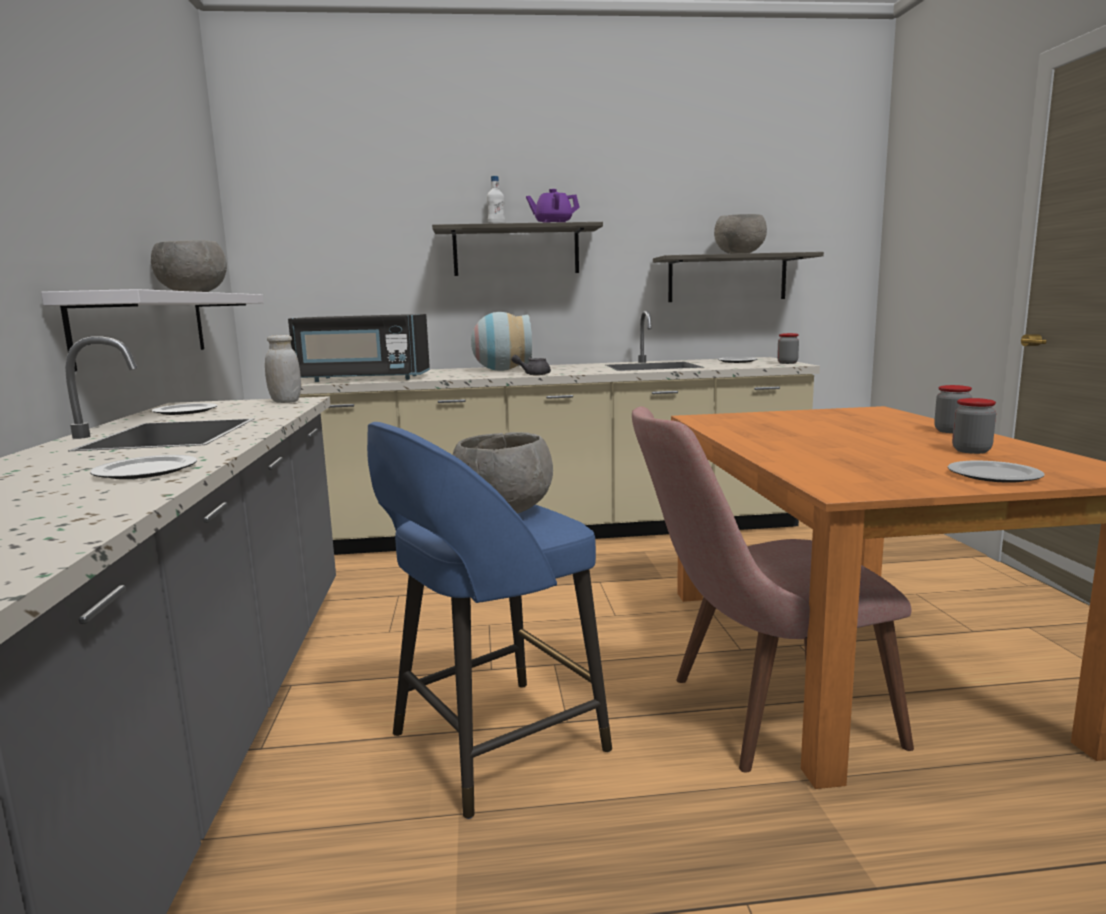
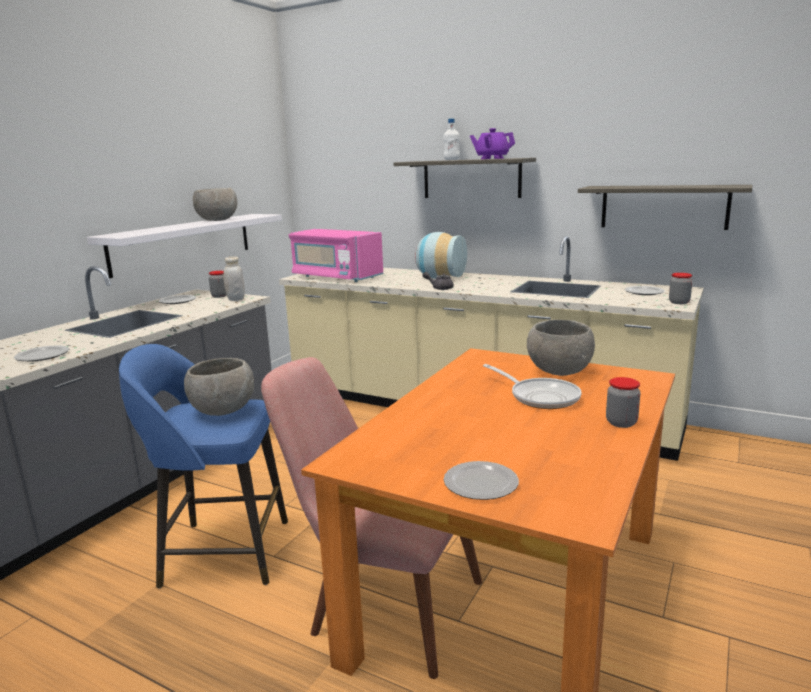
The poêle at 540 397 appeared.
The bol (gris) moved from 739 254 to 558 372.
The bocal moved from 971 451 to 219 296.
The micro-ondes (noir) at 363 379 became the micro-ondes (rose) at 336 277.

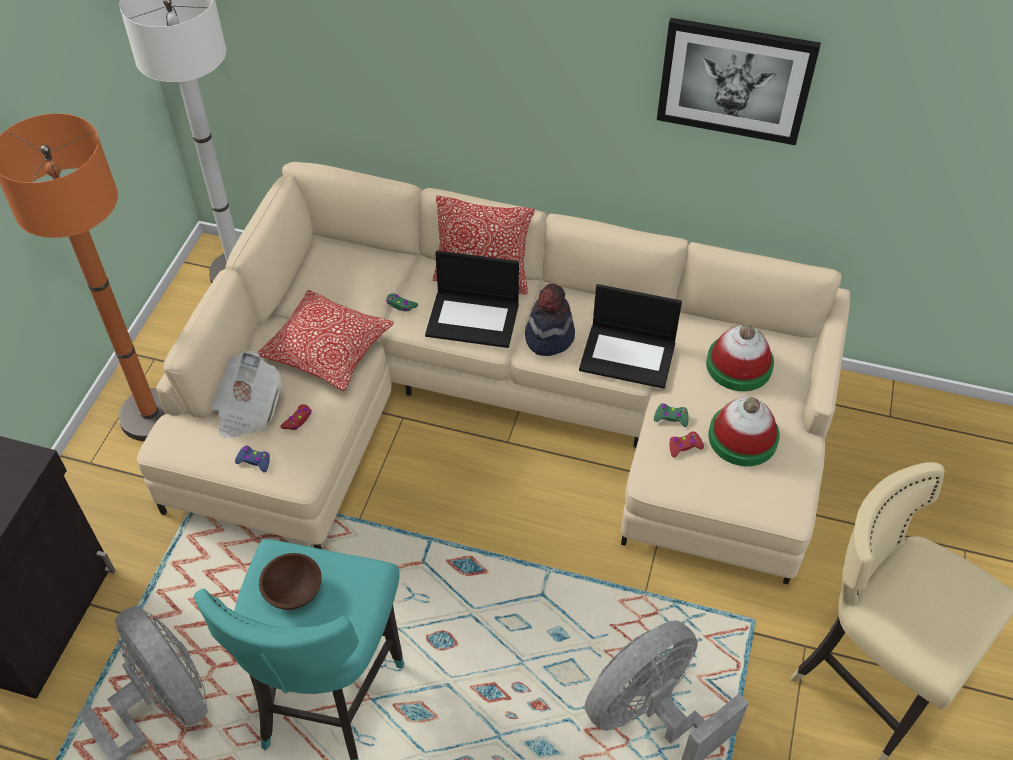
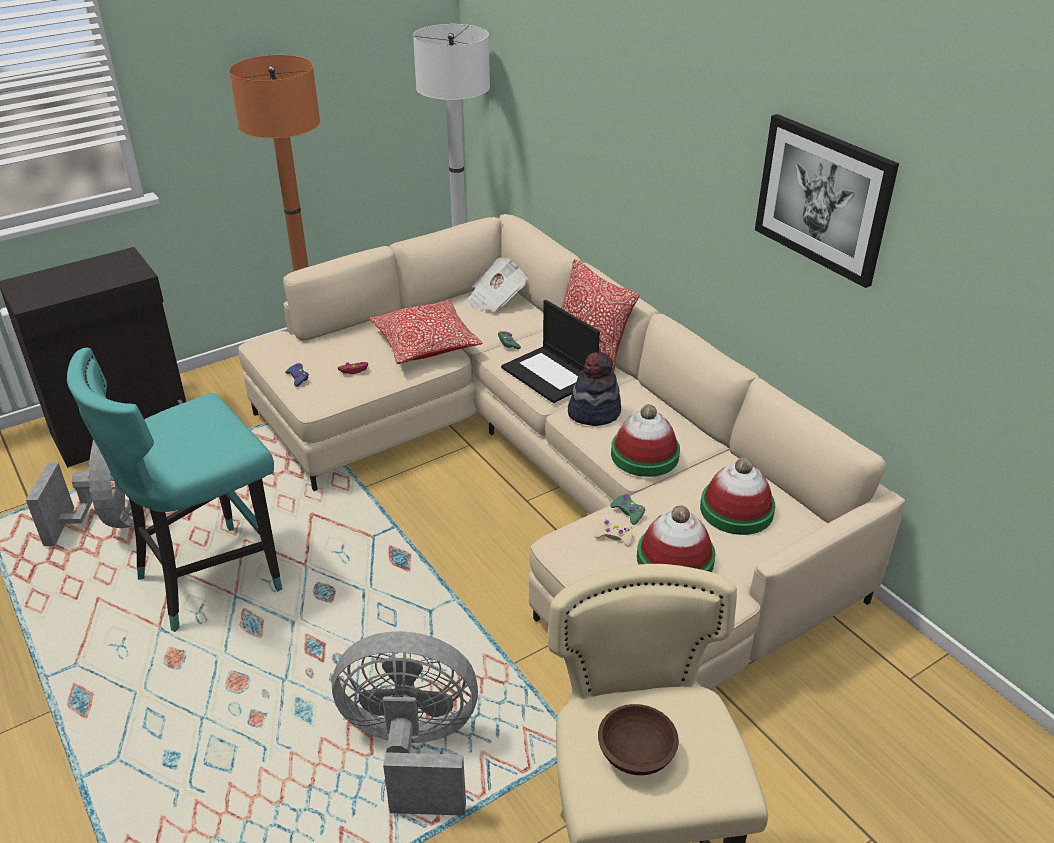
The journal moved from 246 409 to 495 299.
The bol (marron) moved from 292 590 to 635 753.
The ordinateur portable at 629 355 was replaced by the chapeau at 644 455.
The manette (rouge) at 684 446 became the manette (beige) at 614 536.

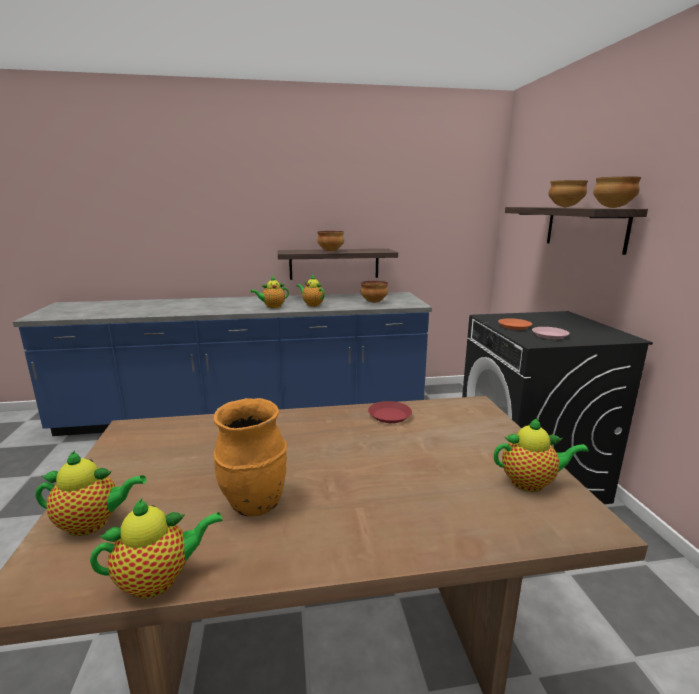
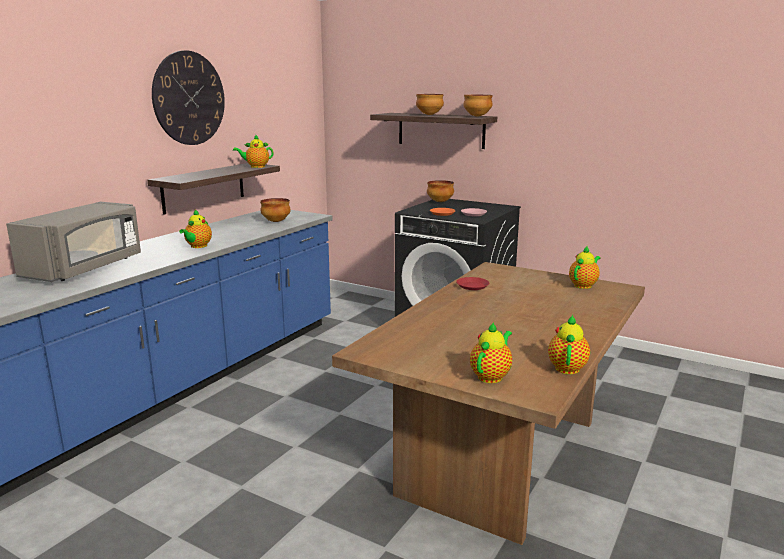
The vase (orange) at 254 503 disappeared.
The micro-ondes (gris) at 85 268 appeared.
The horloge murale at 189 98 appeared.
The théière moved from 312 304 to 256 166.
The bol moved from 331 251 to 440 202.

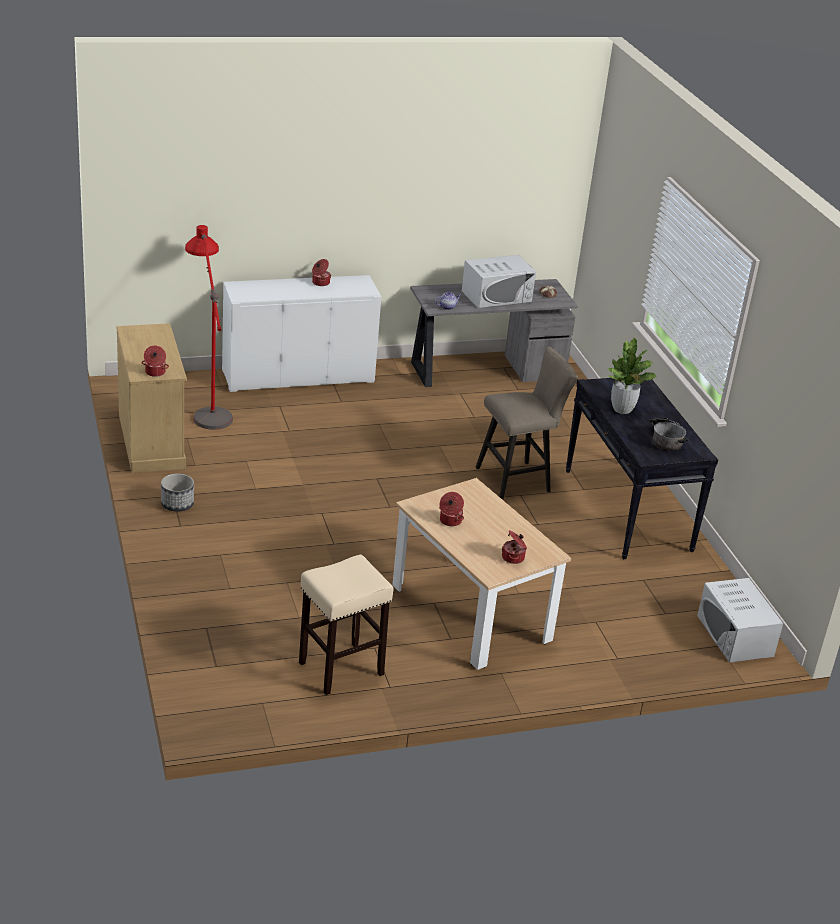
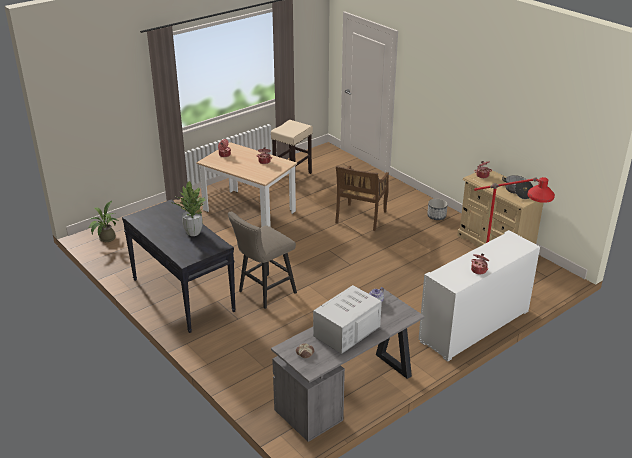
The chaise (marron) at 361 218 appeared.
The marmite moved from 665 440 to 517 192.
The micro-ondes (blanc) at 735 636 was replaced by the plante en pot at 105 239.

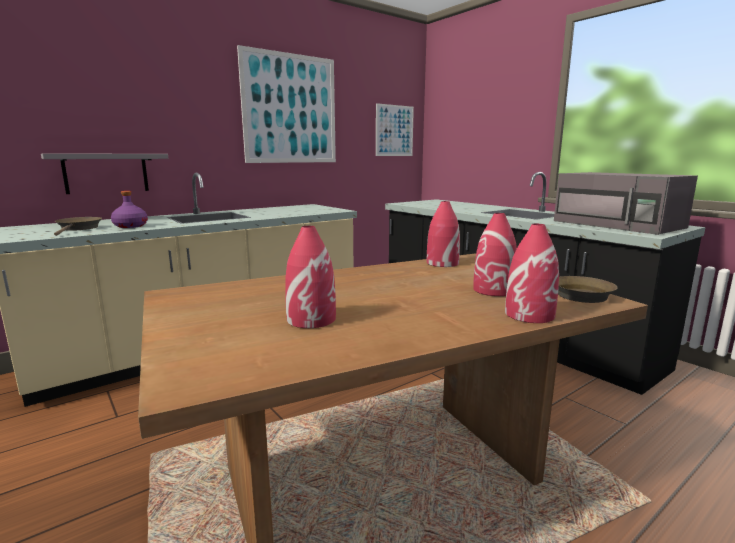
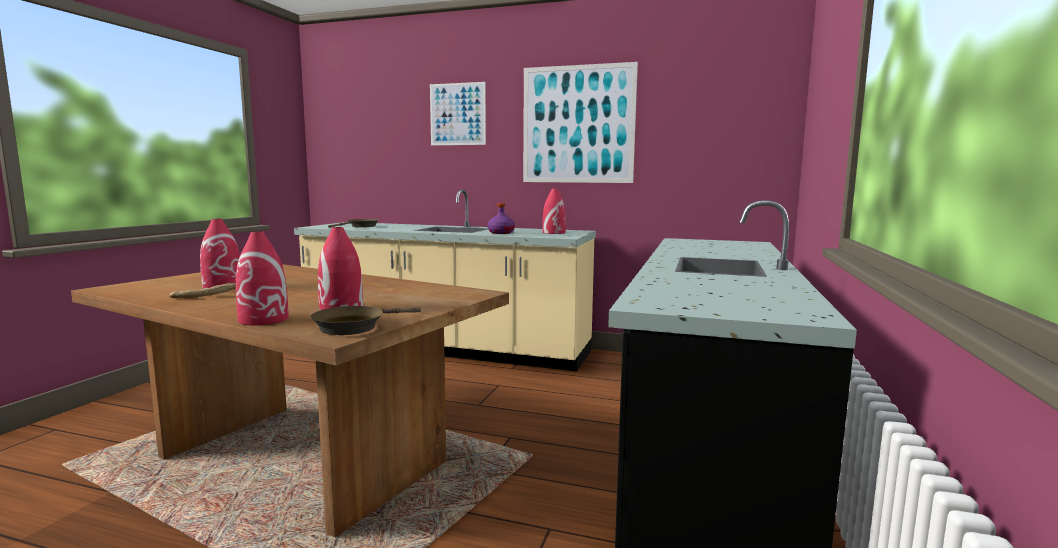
The étagère (gris) at 106 173 disappeared.
The micro-ondes (gris) at 618 224 disappeared.
The pain at 204 296 appeared.
The bouteille (violet) moved from 130 226 to 500 233.
The tableau moved from 394 130 to 457 114.
The vase (rouge) moved from 442 263 to 553 232.

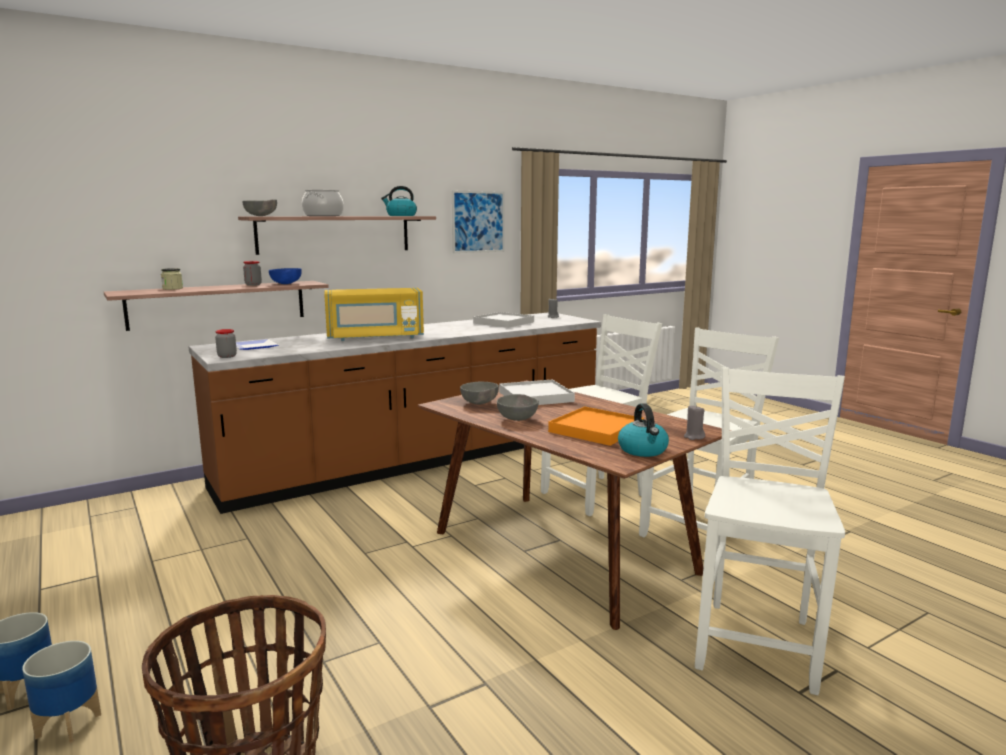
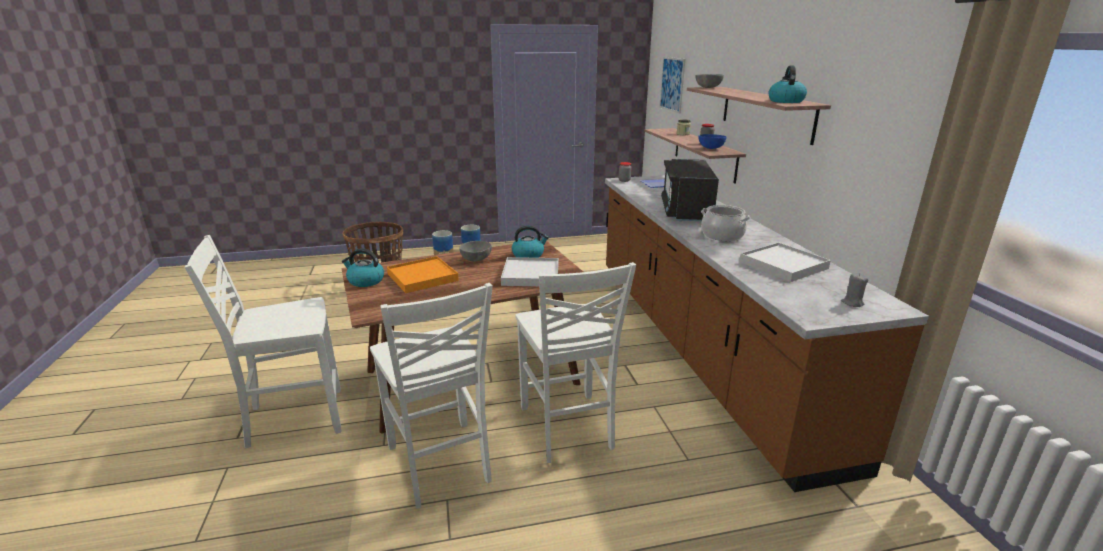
The bougie (gris) at 694 437 disappeared.
The marmite moved from 323 216 to 722 235.
The tableau moved from 478 222 to 672 84.
The bol (gris) at 479 403 was replaced by the bouilloire at 528 255.
The micro-ondes (jaune) at 375 337 became the micro-ondes (noir) at 686 211.
The chaise (blanc) at 758 643 turned 120 degrees clockwise.

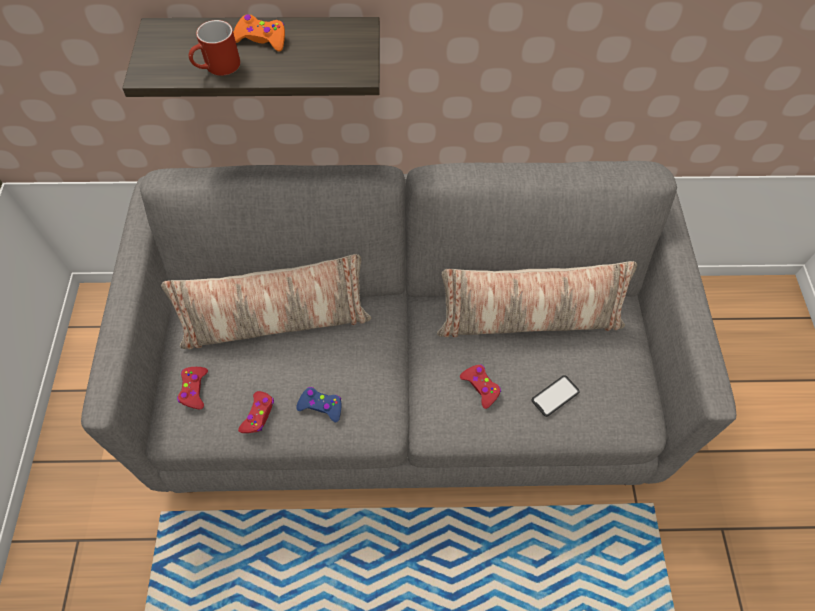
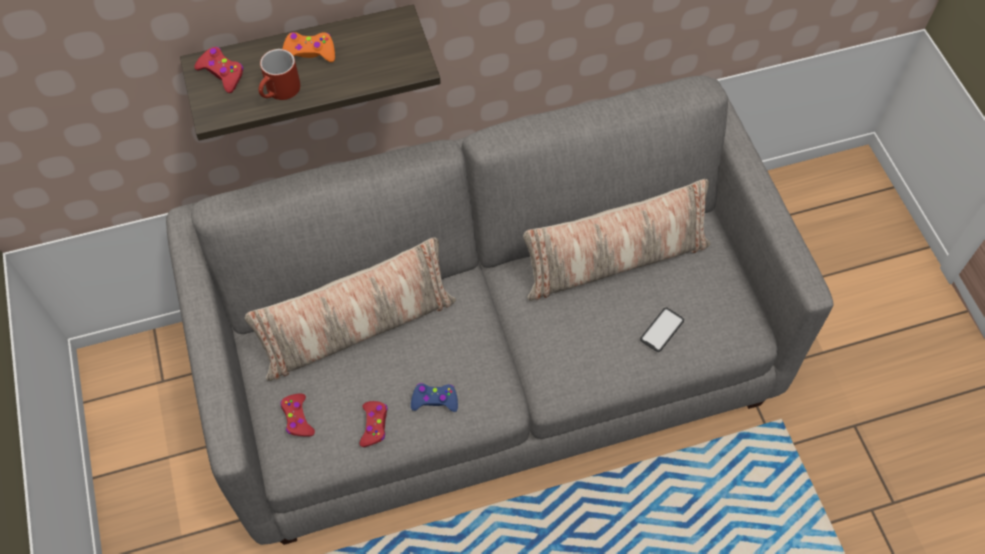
The manette (rouge) moved from 480 387 to 222 73.

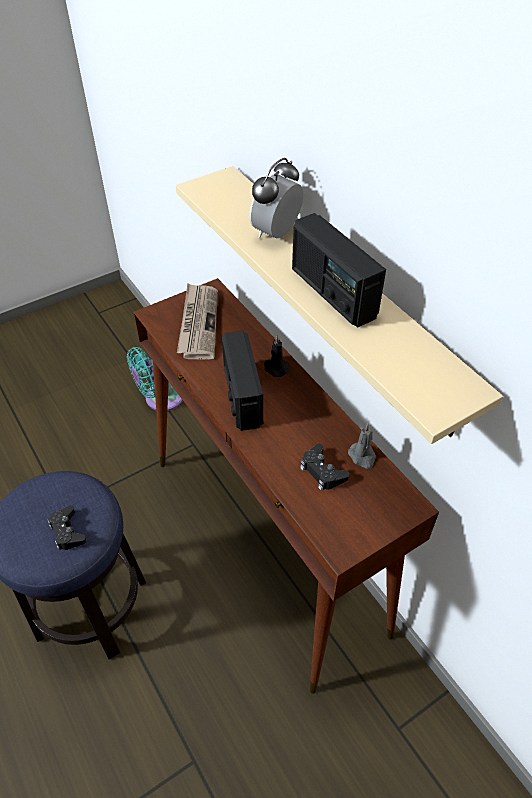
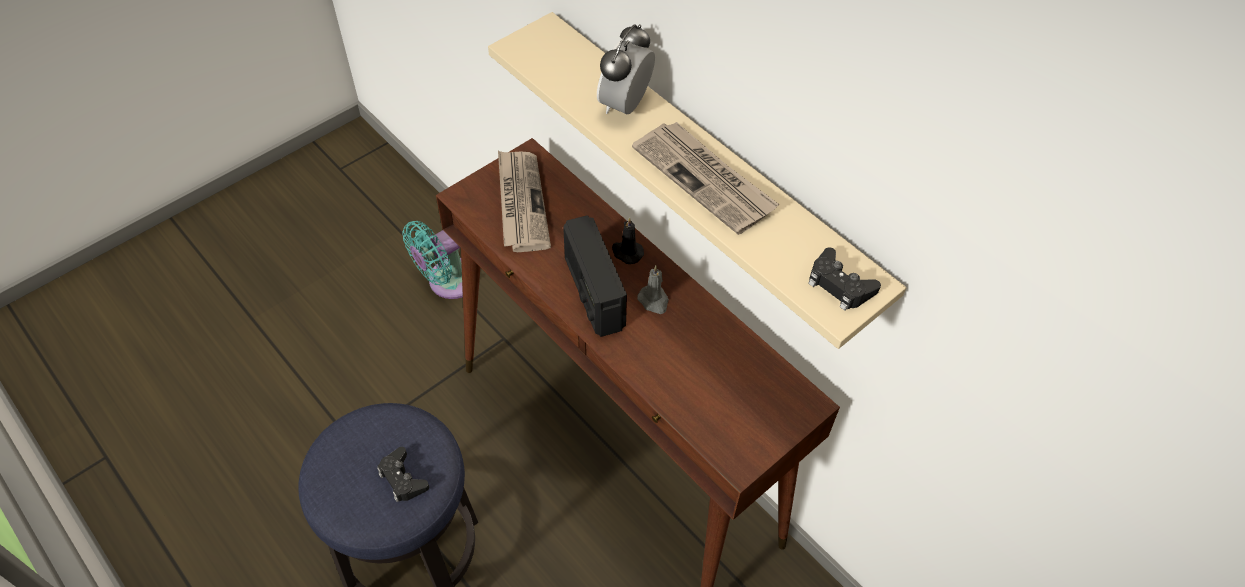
The manette (noir) moved from 322 471 to 839 285.
The bougie (gris) moved from 362 456 to 654 301.
The radio at 332 293 was replaced by the journal at 705 179.

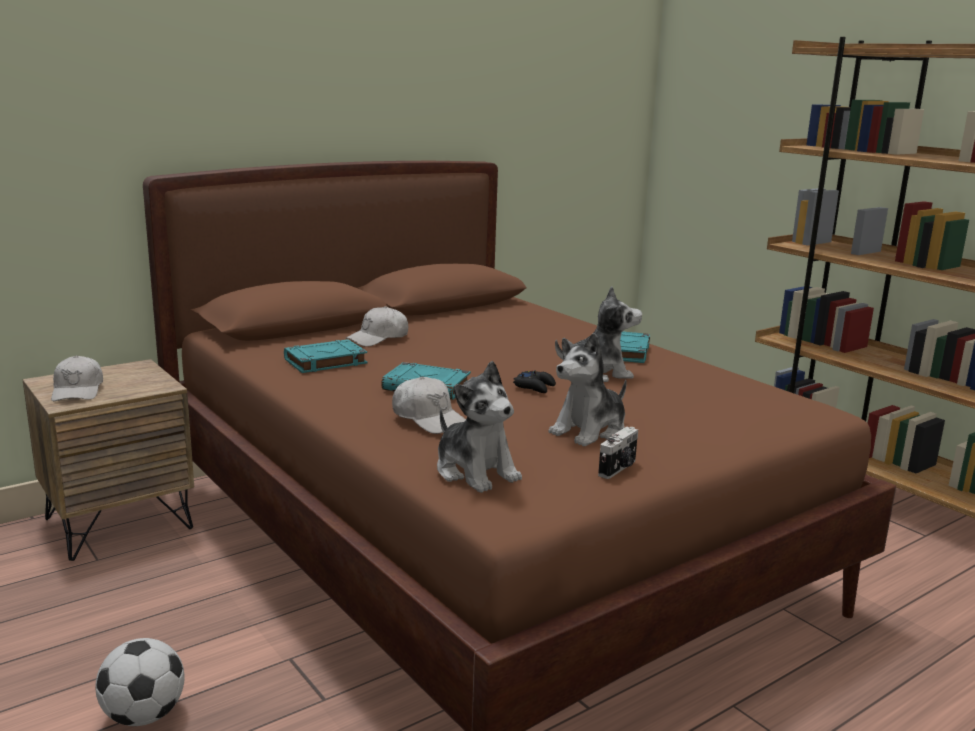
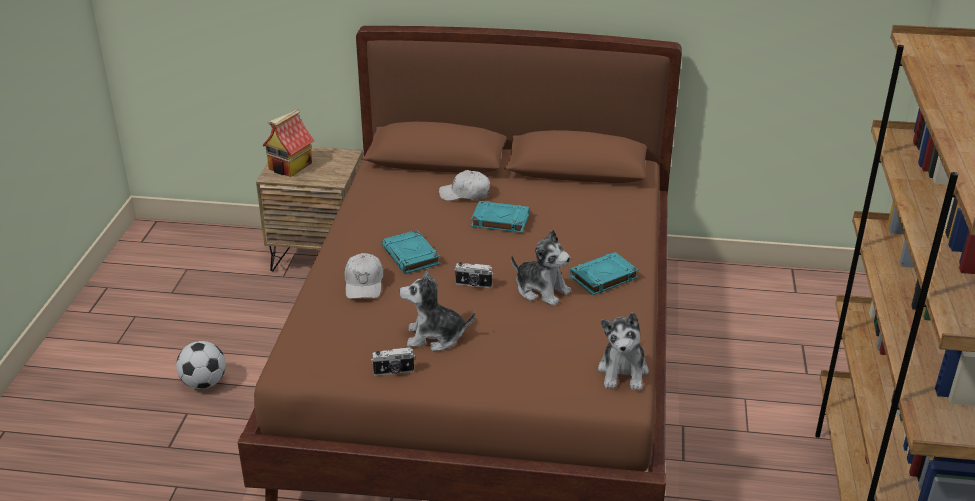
The livre (turquoise) moved from 325 362 to 499 220.
The peluche moved from 475 472 to 623 372.
The casquette (blanc) at 78 391 was replaced by the maison miniature at 290 166.
The manette (noir) at 535 387 was replaced by the appareil photo at 473 284.

